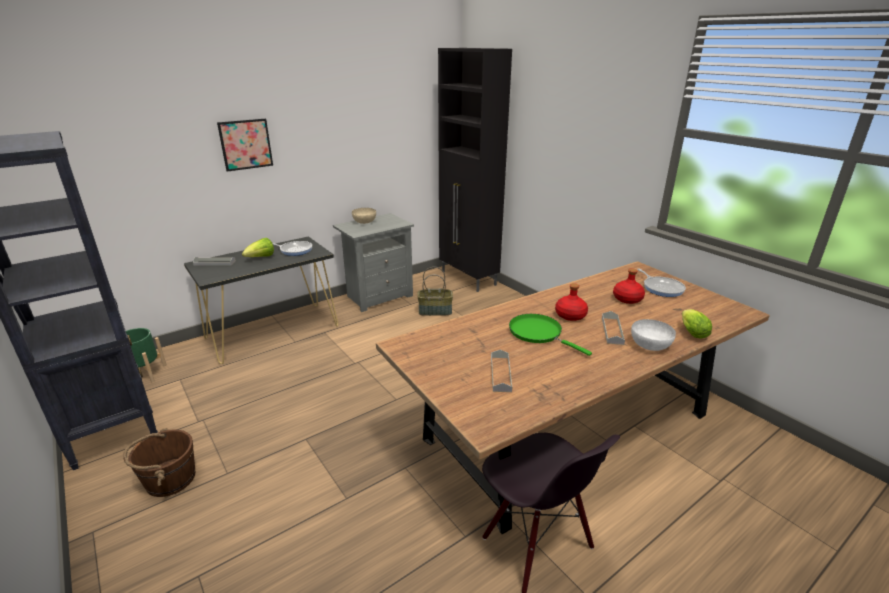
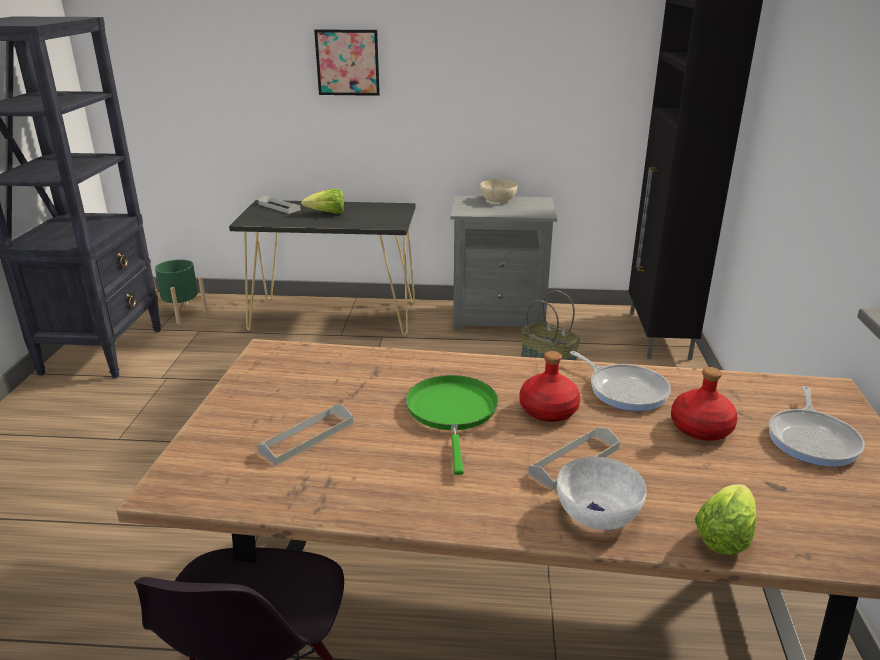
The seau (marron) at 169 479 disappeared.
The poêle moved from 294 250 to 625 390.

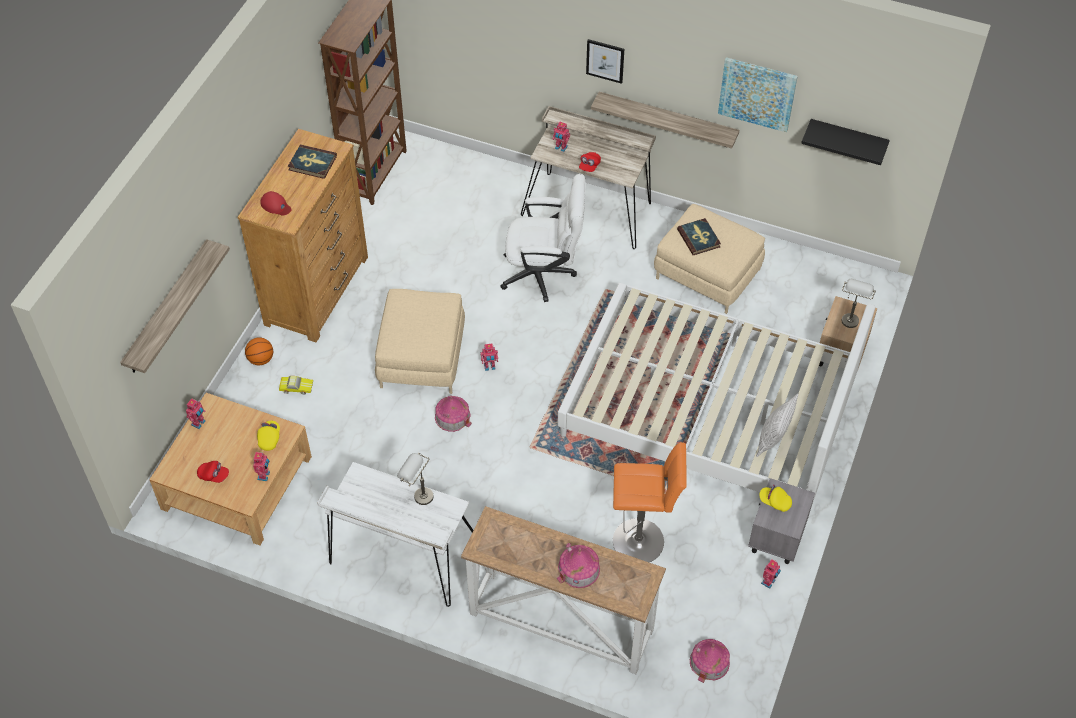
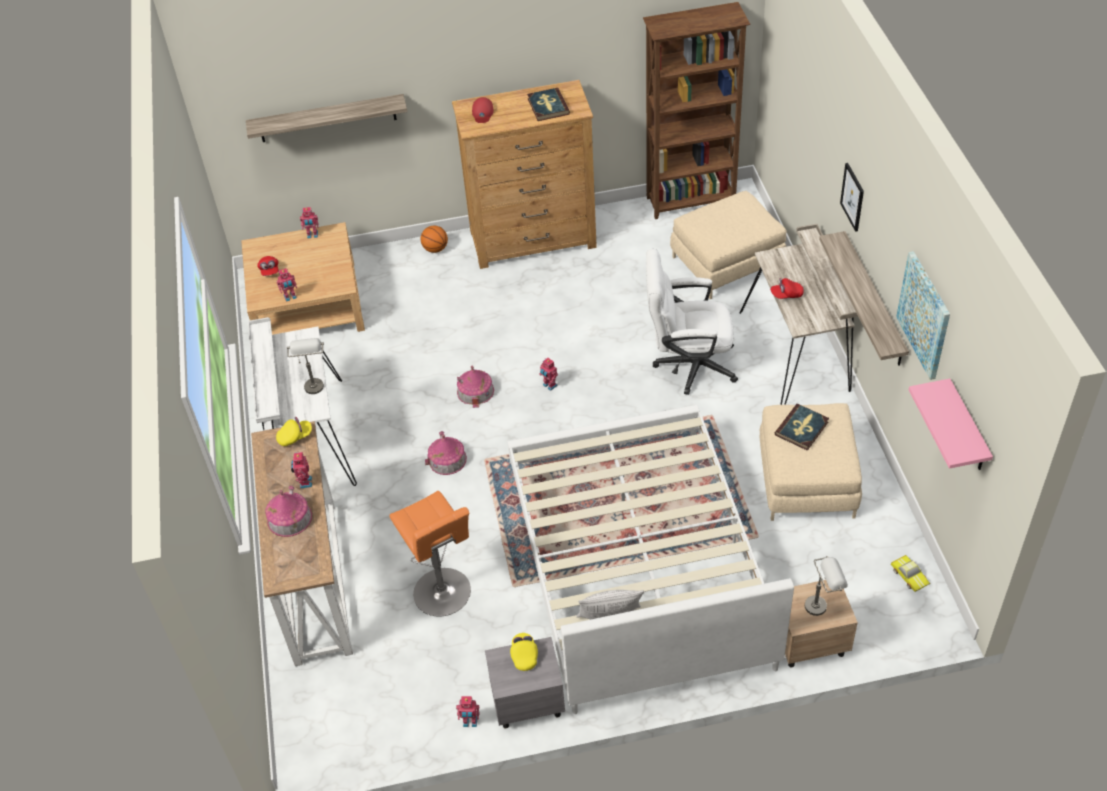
The casquette (jaune) moved from 269 438 to 295 437.
The petite voiture moved from 296 387 to 910 575.
The pouf (beige) moved from 422 356 to 727 263.
The robot jouet moved from 561 148 to 304 482.
The maison miniature moved from 709 662 to 447 459.
The étagère (noir) at 847 139 became the étagère (rose) at 968 428.
The chaise de bureau (blanc) at 544 274 turned 120 degrees clockwise.

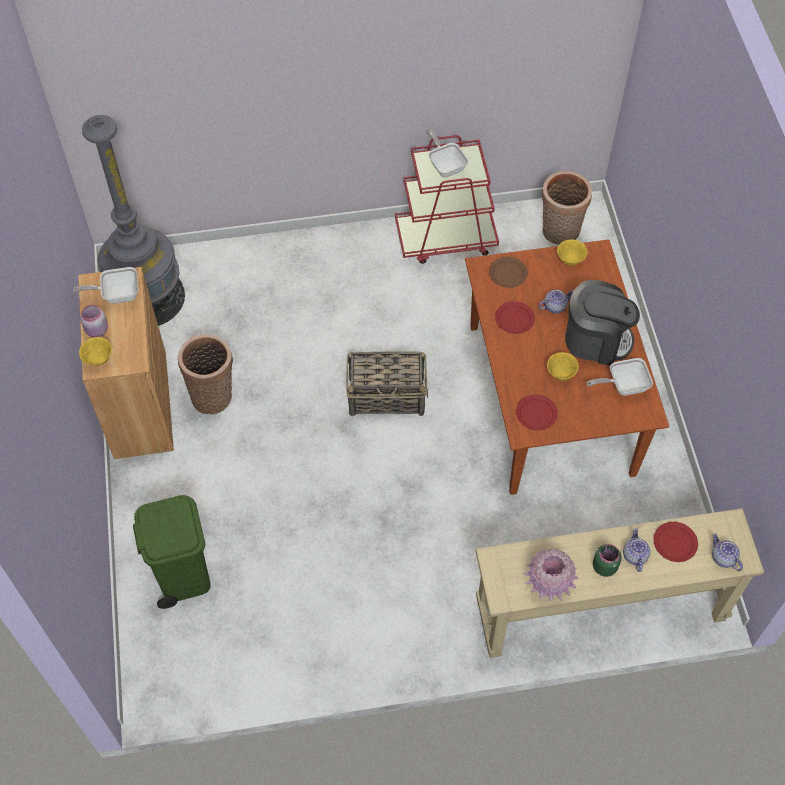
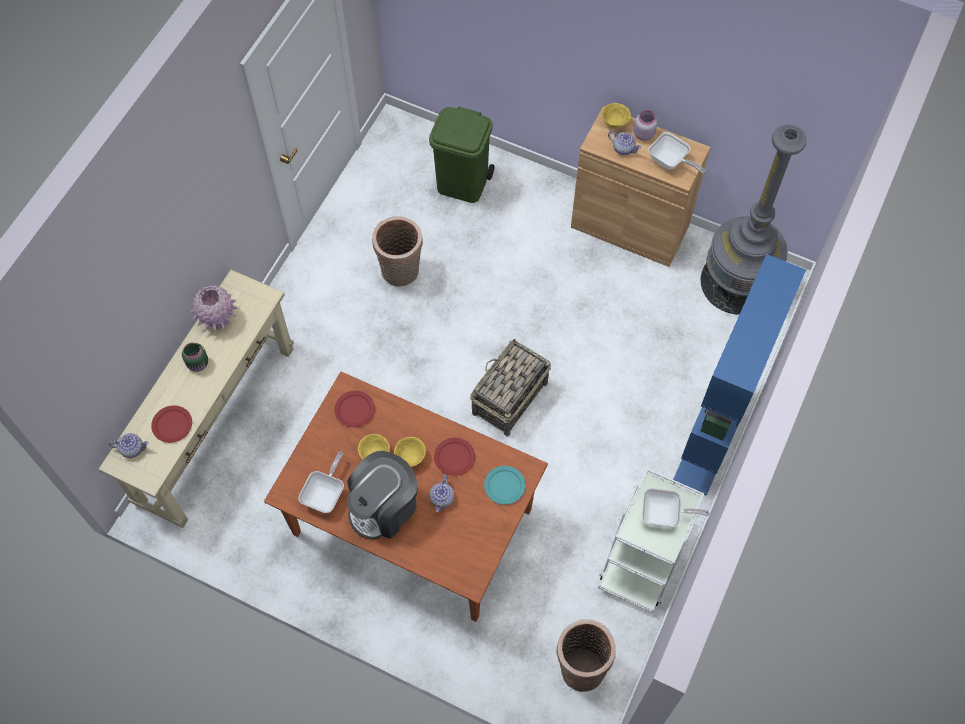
The bibliothèque (bleu) at 713 435 appeared.
The panier moved from 213 395 to 401 272.
The bol (jaune) moved from 570 260 to 410 457.
The théière moved from 634 555 to 623 148.
The chariot (rouge) at 446 238 became the chariot (blanc) at 644 556.
The assiette (marron) at 508 273 became the assiette (turquoise) at 504 485.
The poêle at 117 294 turned 105 degrees clockwise.

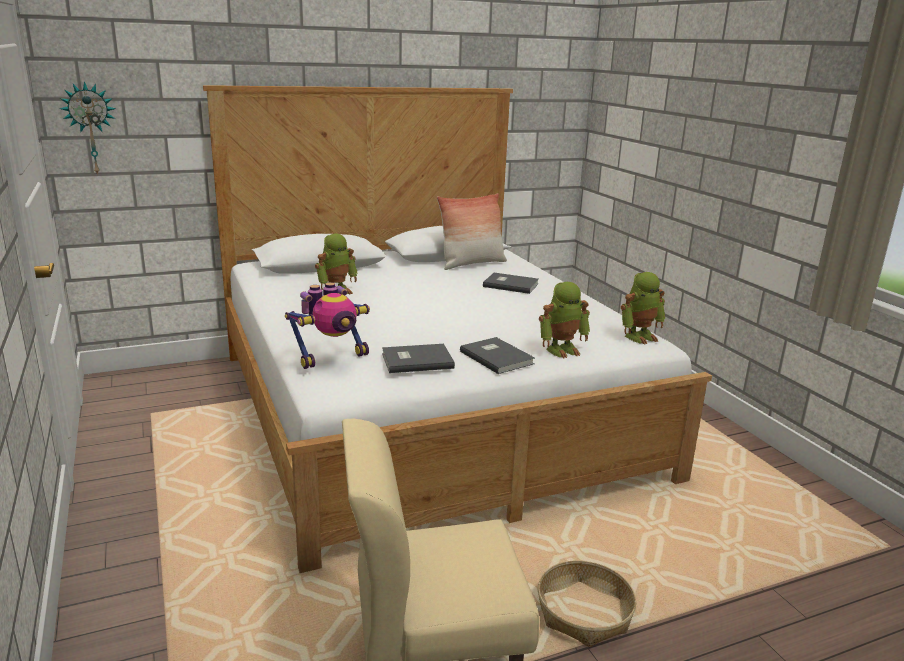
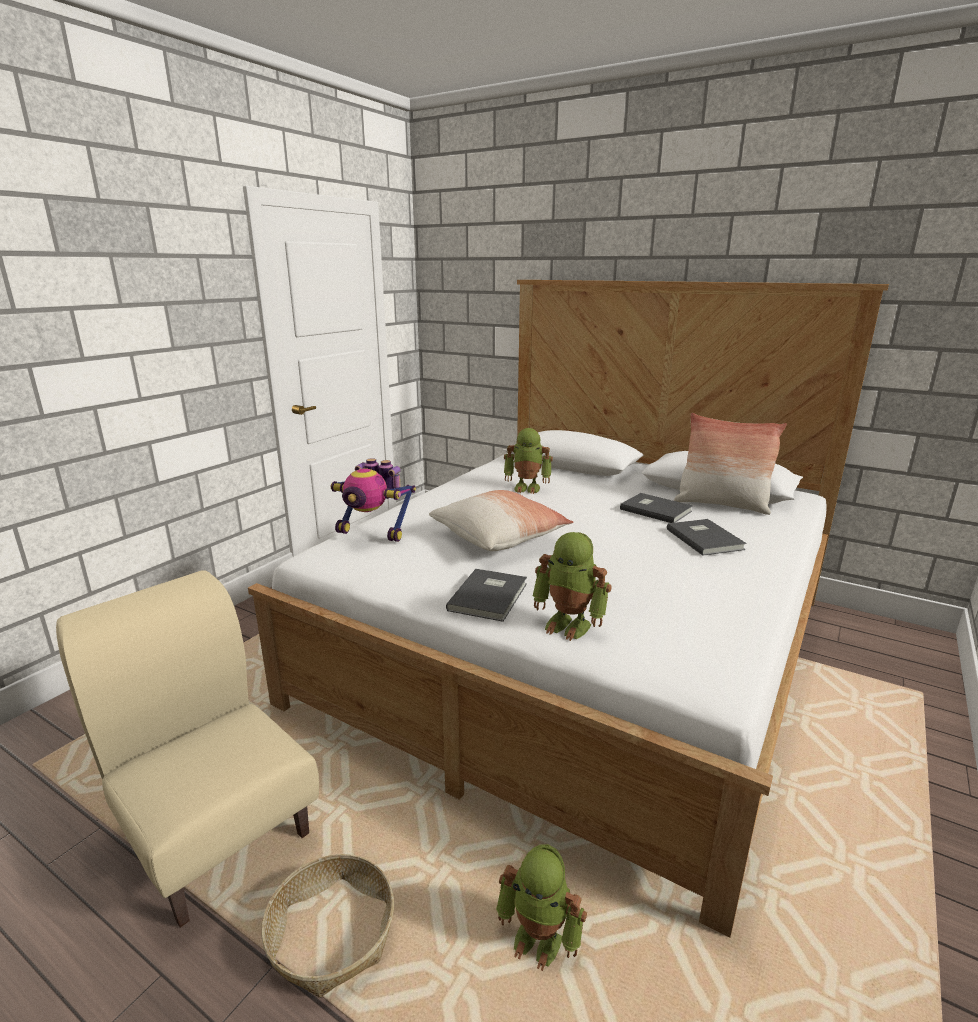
The horloge murale at 91 129 disappeared.
The coussin at 500 536 appeared.
The livre (gris) moved from 416 360 to 655 509.
The robot jouet moved from 639 336 to 540 939.

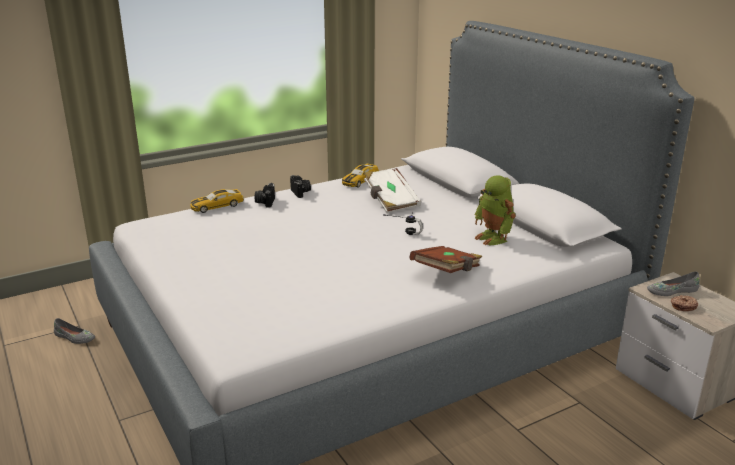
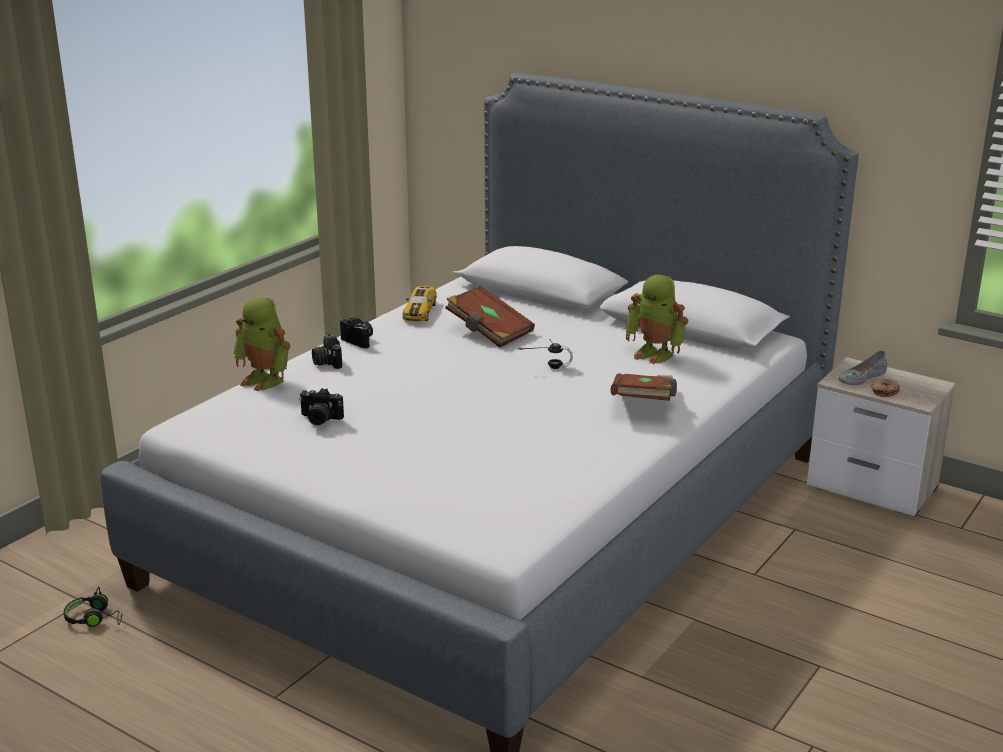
The appareil photo at 320 419 appeared.
The chaussure (gris) at 74 338 was replaced by the casque audio (noir) at 95 618.
The petite voiture at 217 206 was replaced by the robot jouet at 265 380.
The livre (blanc) at 390 201 became the livre (marron) at 489 332.

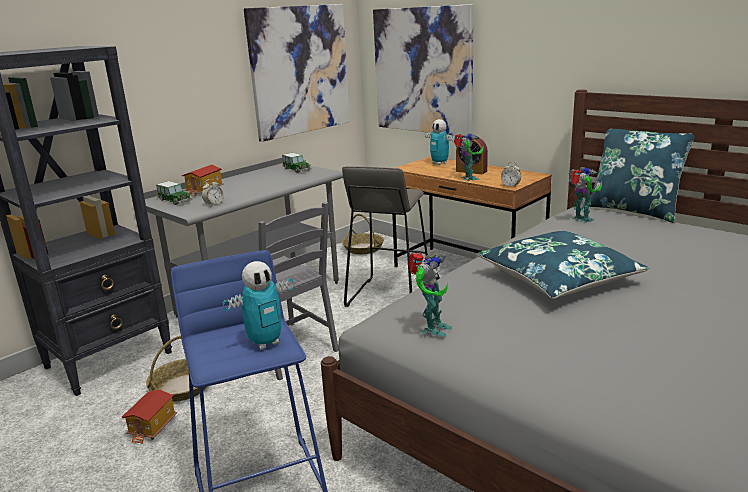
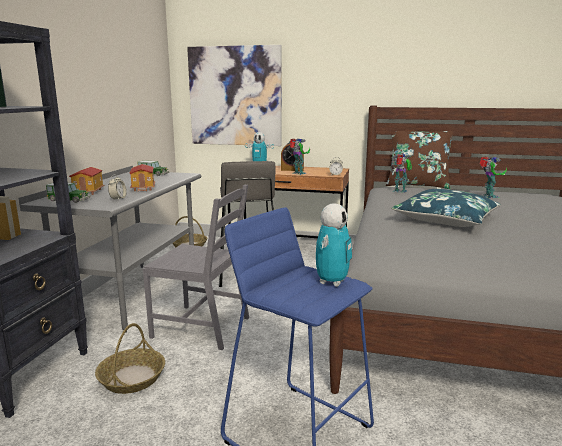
The tableau at 300 70 disappeared.
The maison miniature moved from 153 427 to 144 188.
The robot jouet moved from 432 329 to 488 196.
The coussin (bleu) at 634 210 became the coussin (marron) at 417 185.

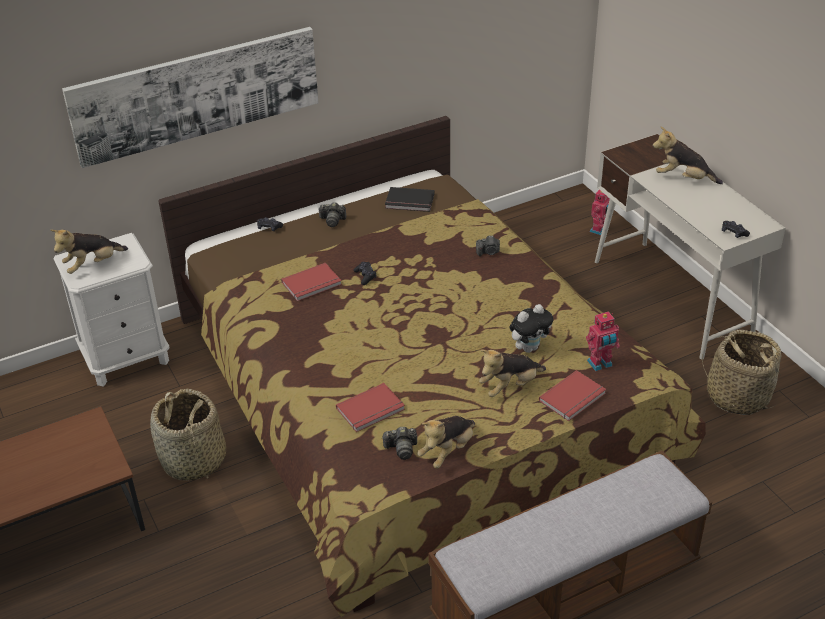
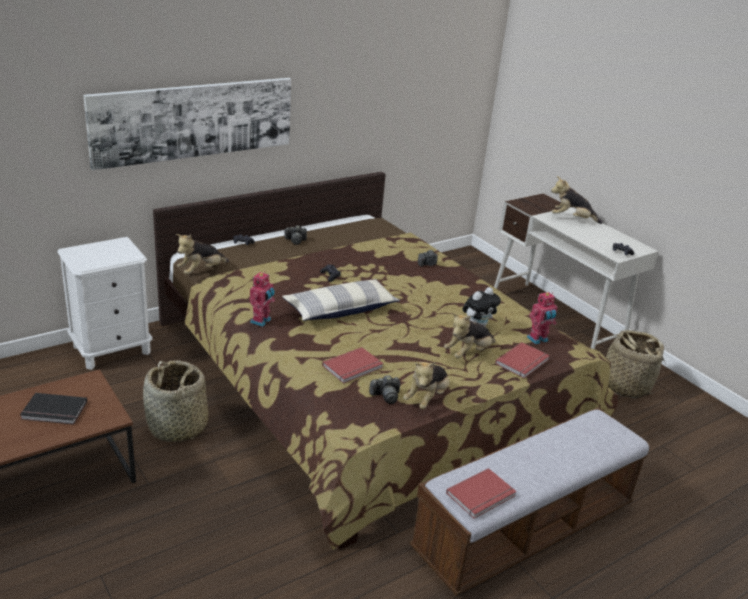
The coussin at 340 309 appeared.
The peluche moved from 92 265 to 201 271.
The livre (rouge) moved from 312 284 to 482 496.
The livre (noir) moved from 409 202 to 54 411.
The robot jouet moved from 599 230 to 261 321.

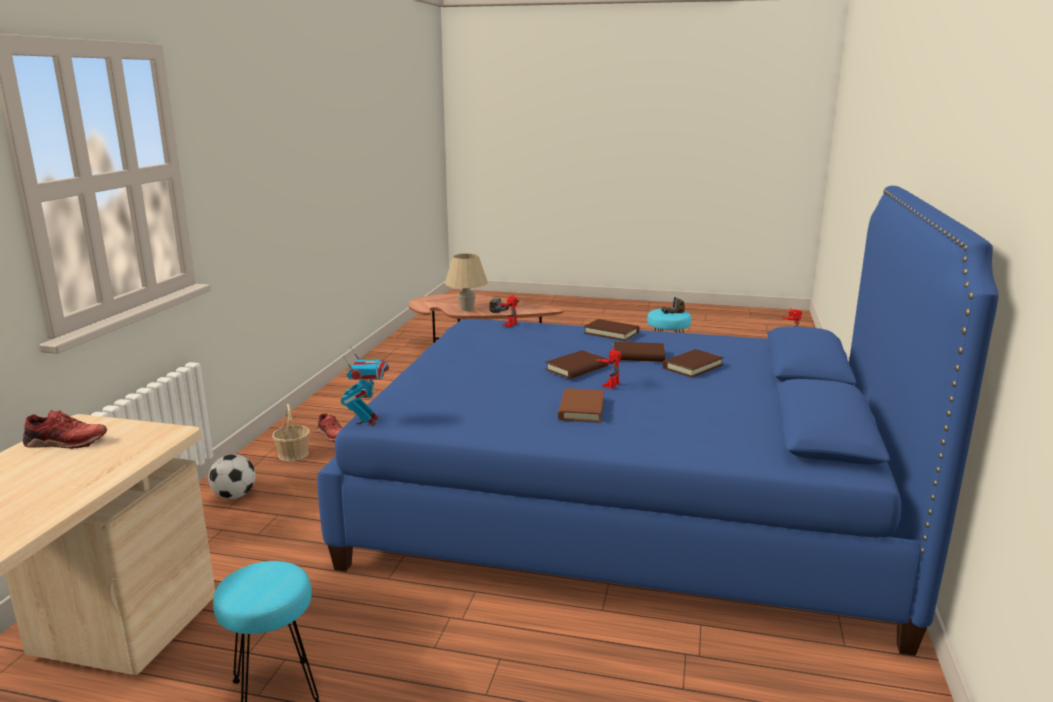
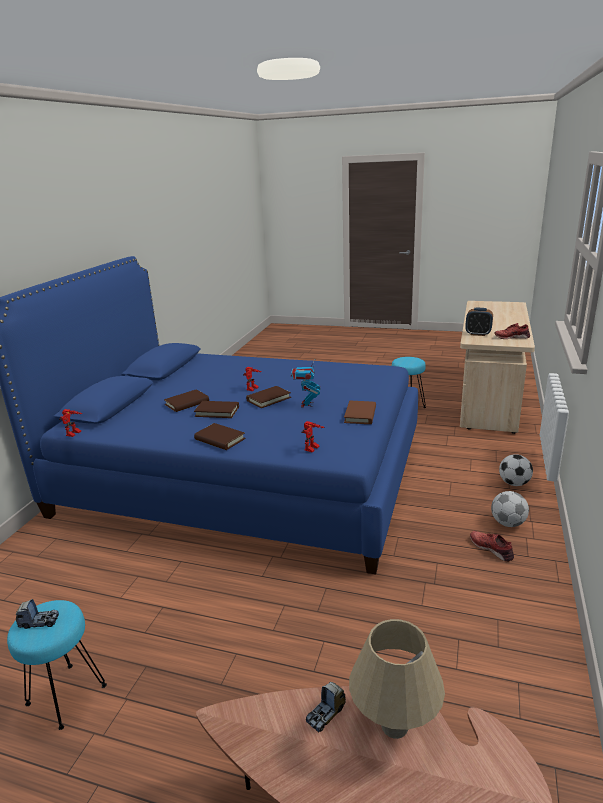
The réveil at 478 334 appeared.
The robot jouet moved from 367 421 to 306 404.
The livre (marron) moved from 581 409 to 360 415.
The panier at 293 454 was replaced by the ballon de foot at 507 523.

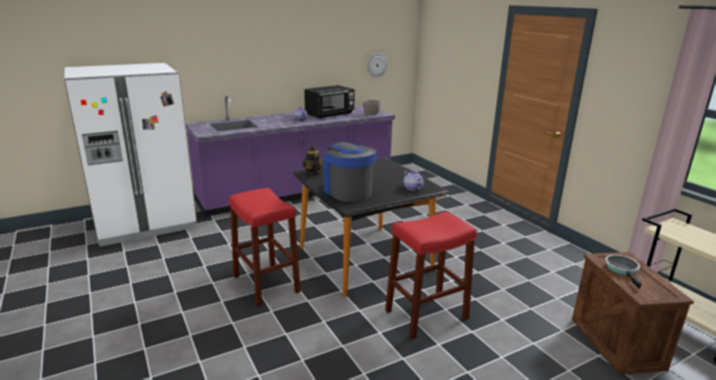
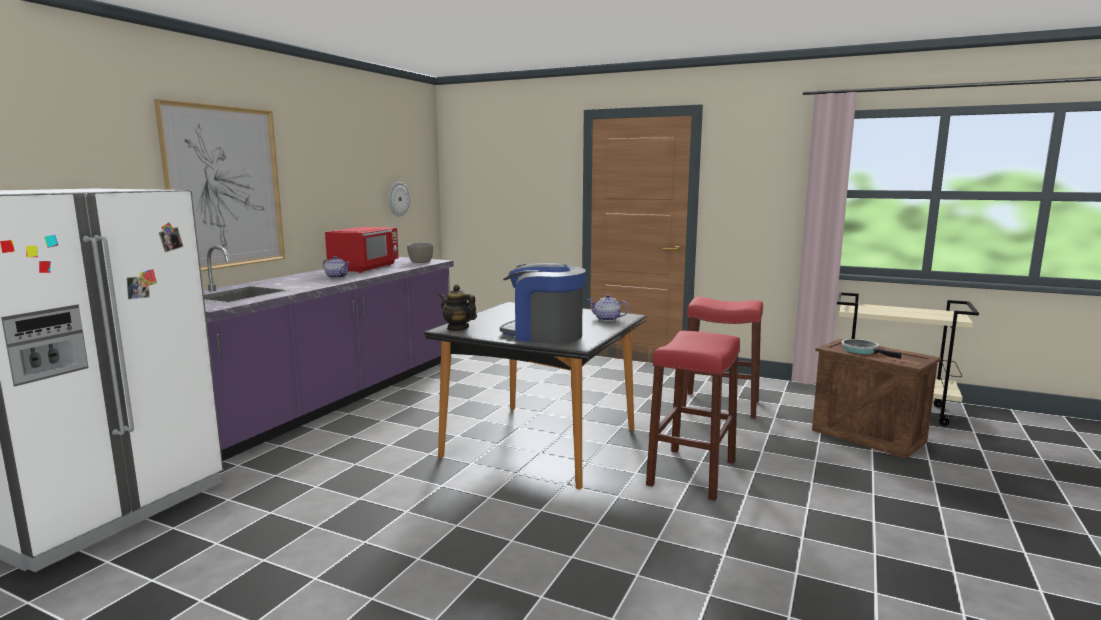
The tableau at 225 187 appeared.
The tabouret (rouge) moved from 266 284 to 720 405.
The micro-ondes (noir) at 330 114 became the micro-ondes (rouge) at 365 268.

